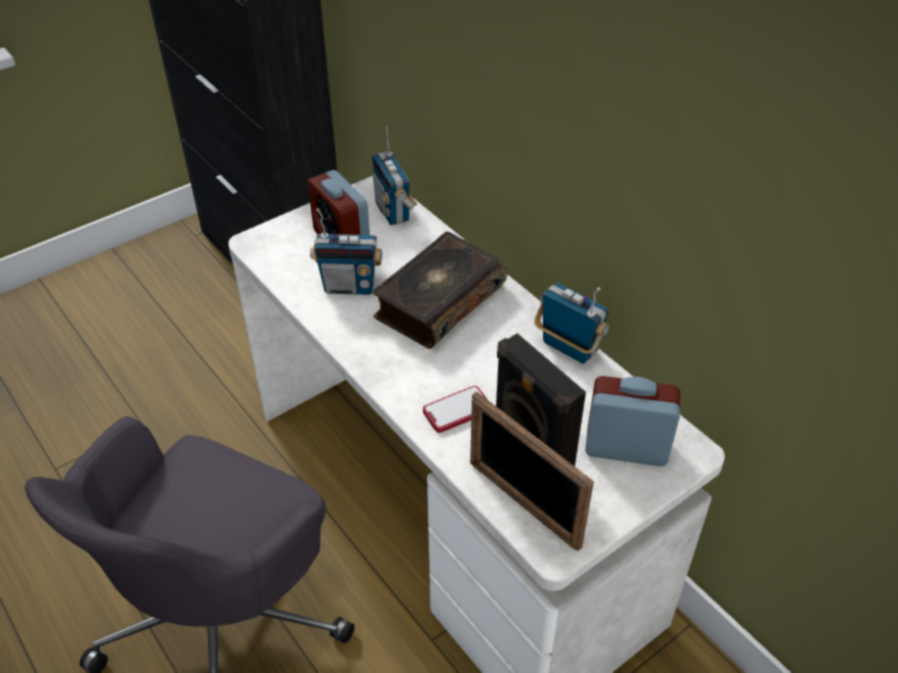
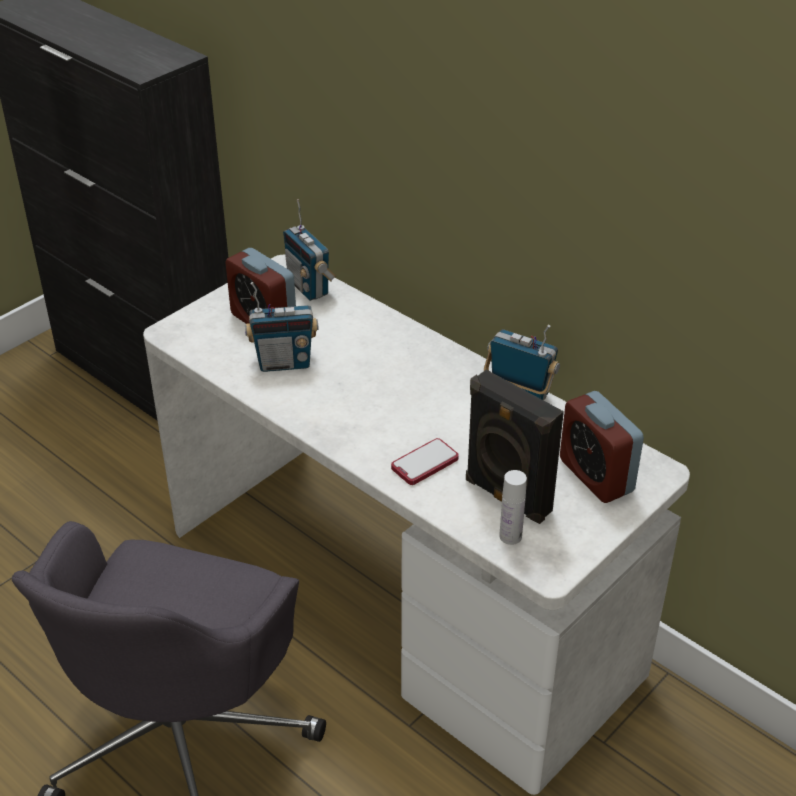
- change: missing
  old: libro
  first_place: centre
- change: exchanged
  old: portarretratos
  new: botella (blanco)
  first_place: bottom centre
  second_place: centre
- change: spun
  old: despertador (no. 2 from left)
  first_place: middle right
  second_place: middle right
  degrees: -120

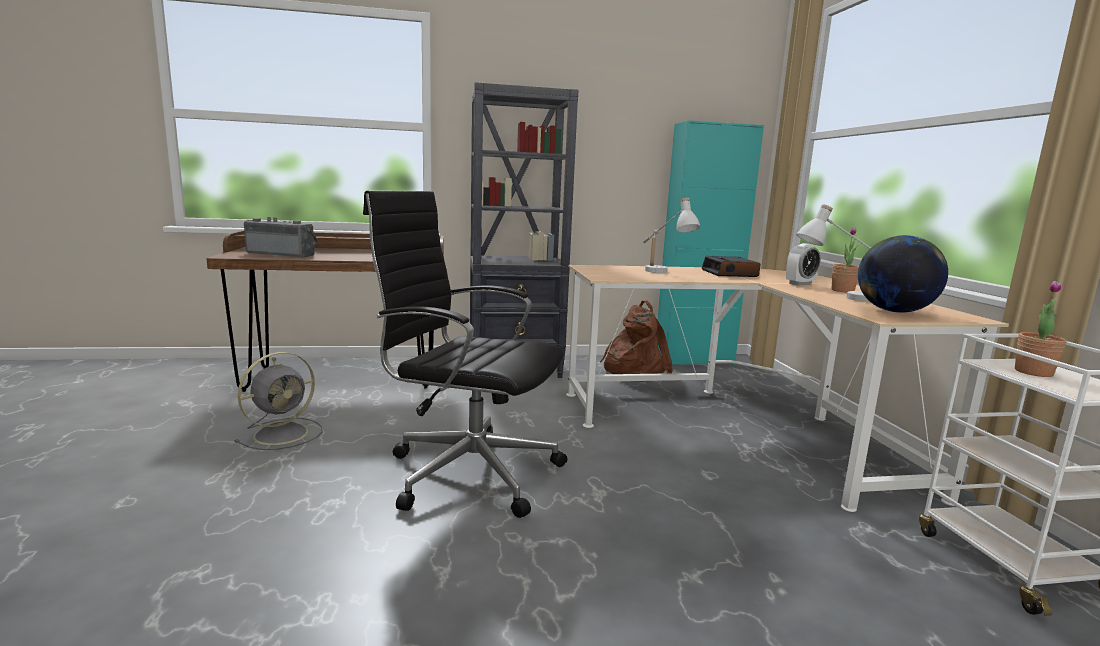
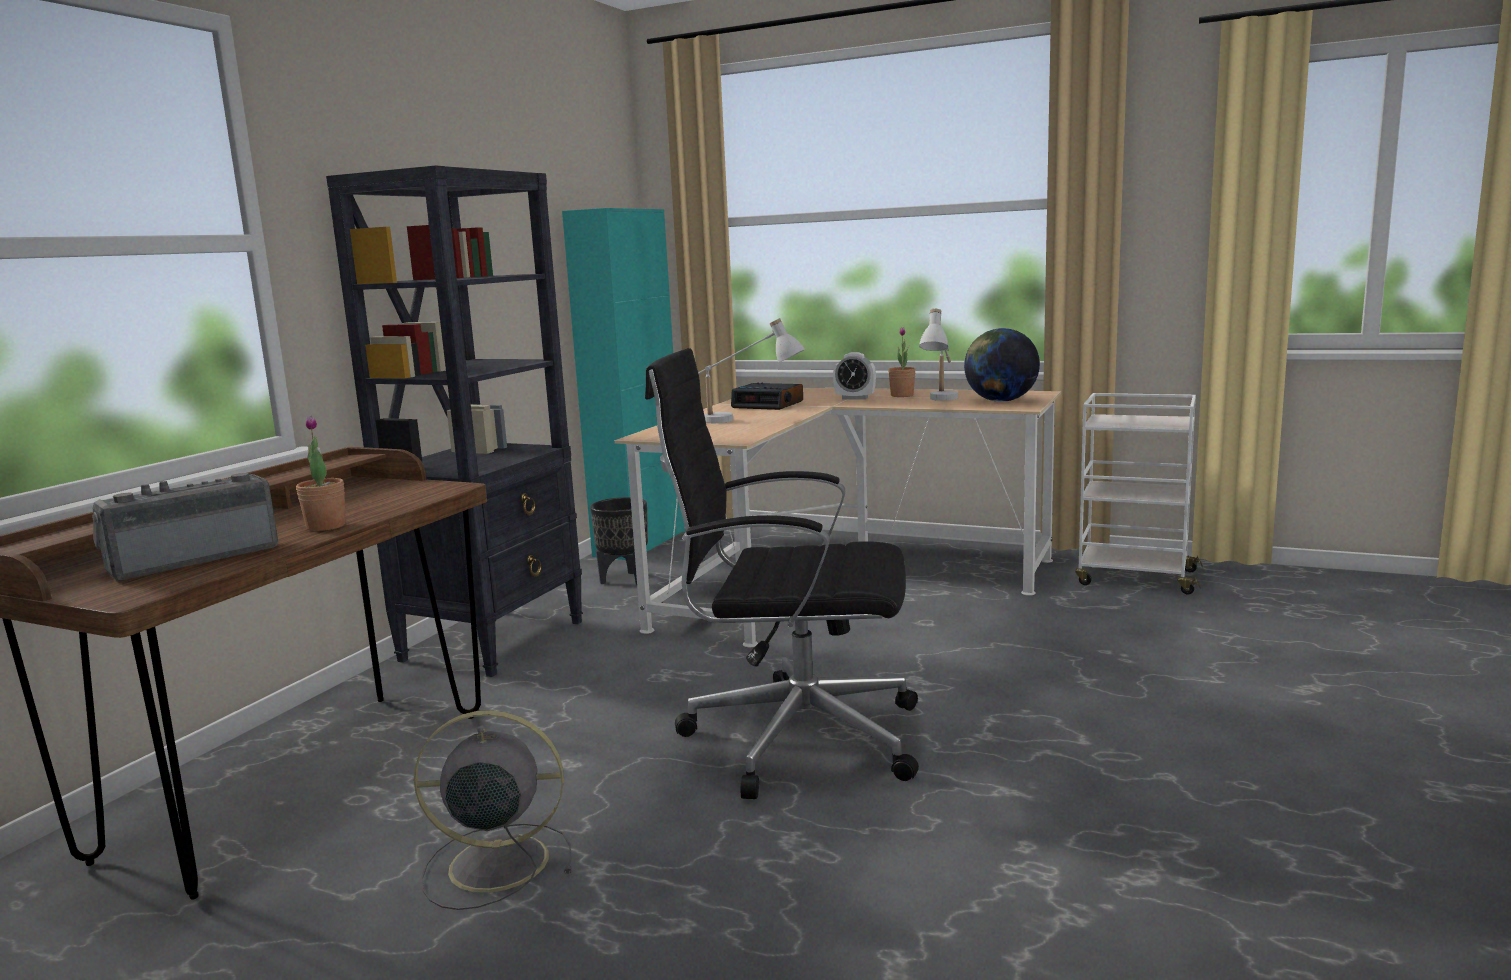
- change: relocated
  old: planta en maceta (no. 2 from left in the first image)
  new: planta en maceta (no. 1 from left)
  first_place: middle right
  second_place: middle left
- change: exchanged
  old: mochila (marrón)
  new: maceta (negro)
  first_place: centre
  second_place: centre
- change: spun
  old: ventilador (gris)
  first_place: middle left
  second_place: bottom left
  degrees: -75
- change: spun
  old: silla de oficina (negro)
  first_place: centre
  second_place: centre
  degrees: 45
- change: spun
  old: despertador (no. 2 from left)
  first_place: middle right
  second_place: centre
  degrees: 105

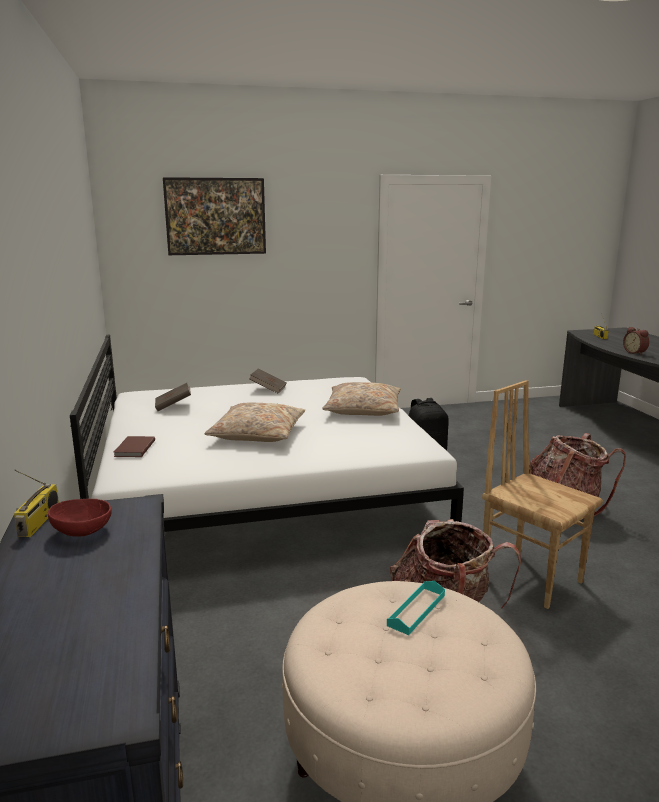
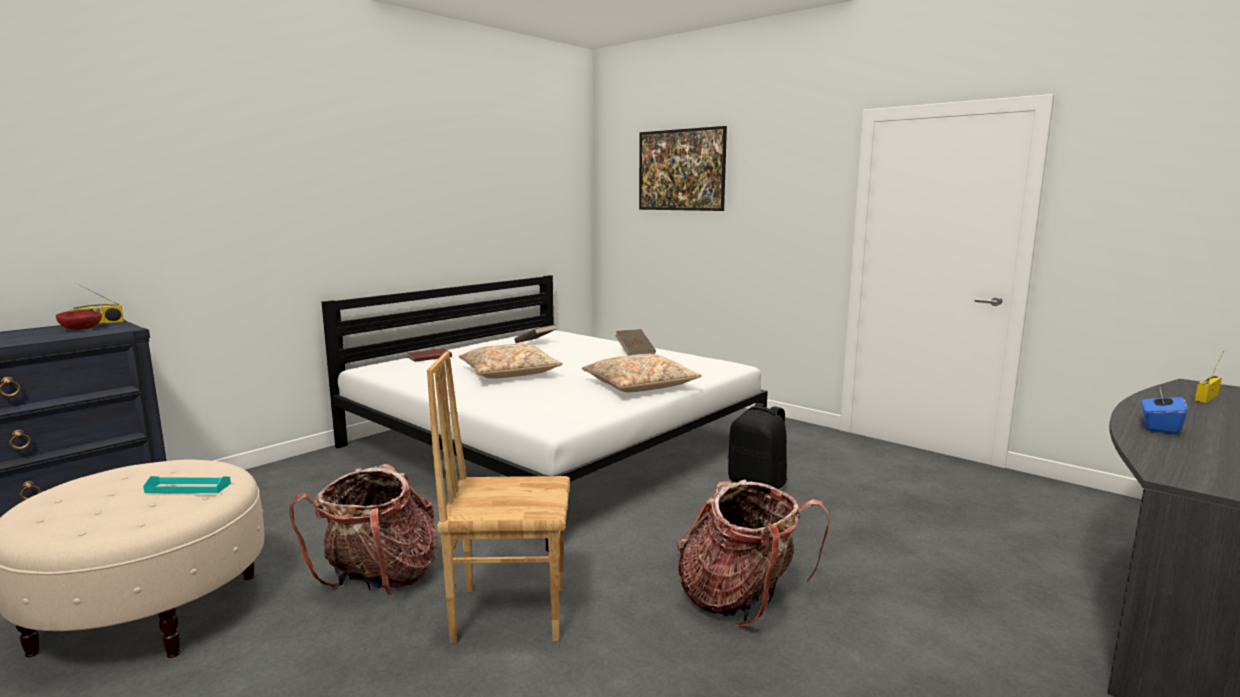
- change: exchanged
  old: despertador
  new: caja de pañuelos (azul)
  first_place: middle right
  second_place: middle right
- change: spun
  old: silla (marrón)
  first_place: middle right
  second_place: bottom centre
  degrees: -105

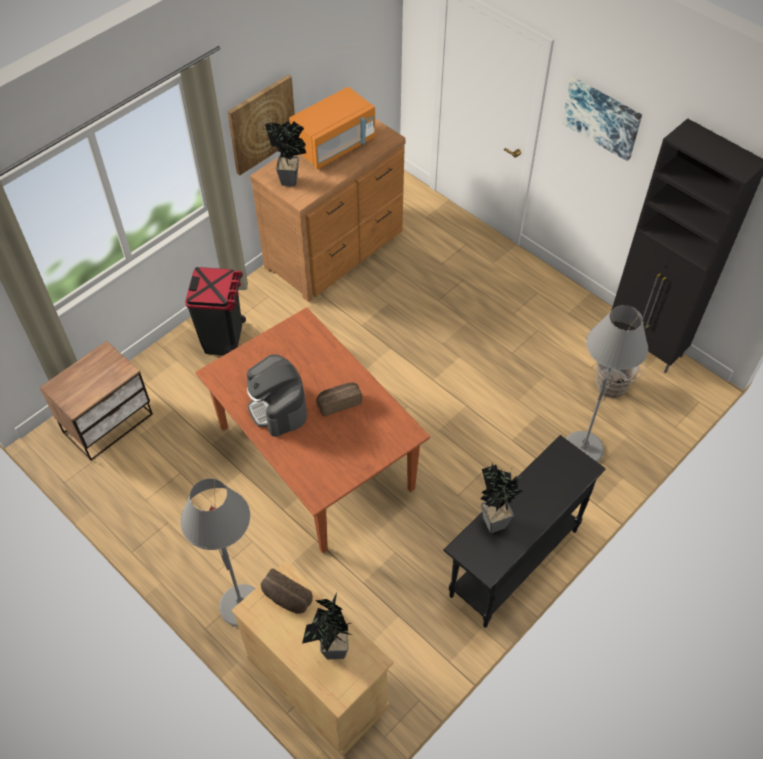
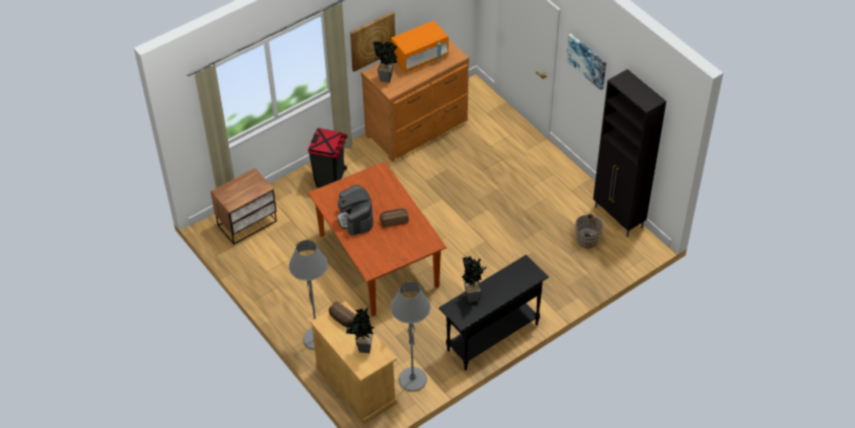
- change: relocated
  old: lámpara de pie (gris) (no. 2 from left)
  first_place: middle right
  second_place: bottom centre

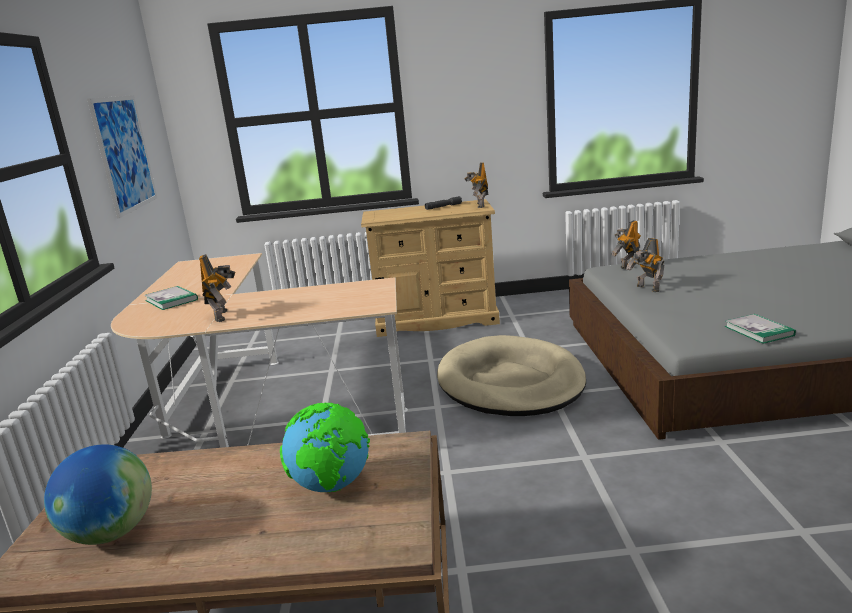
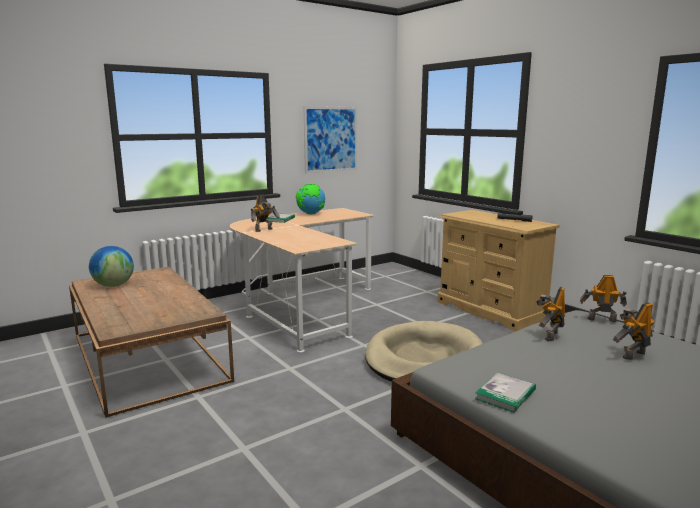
- change: relocated
  old: globo terráqueo (no. 2 from left)
  first_place: bottom centre
  second_place: centre
- change: relocated
  old: robot de juguete (no. 2 from left in the first image)
  new: robot de juguete (no. 4 from left)
  first_place: top centre
  second_place: middle right

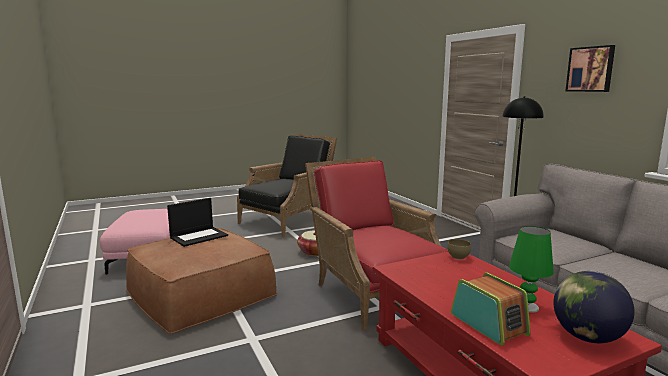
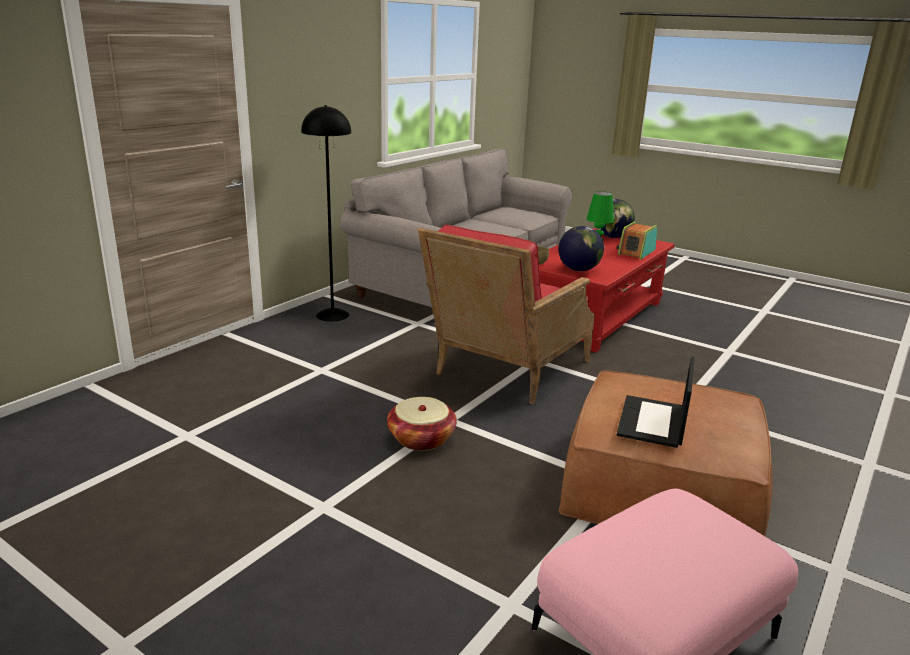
- change: missing
  old: sillón (negro)
  first_place: centre
- change: missing
  old: cuadro
  first_place: top right
- change: appeared
  new: globo terráqueo (no. 1 from left)
  second_place: centre
- change: spun
  old: portátil
  first_place: middle left
  second_place: middle right
  degrees: -90

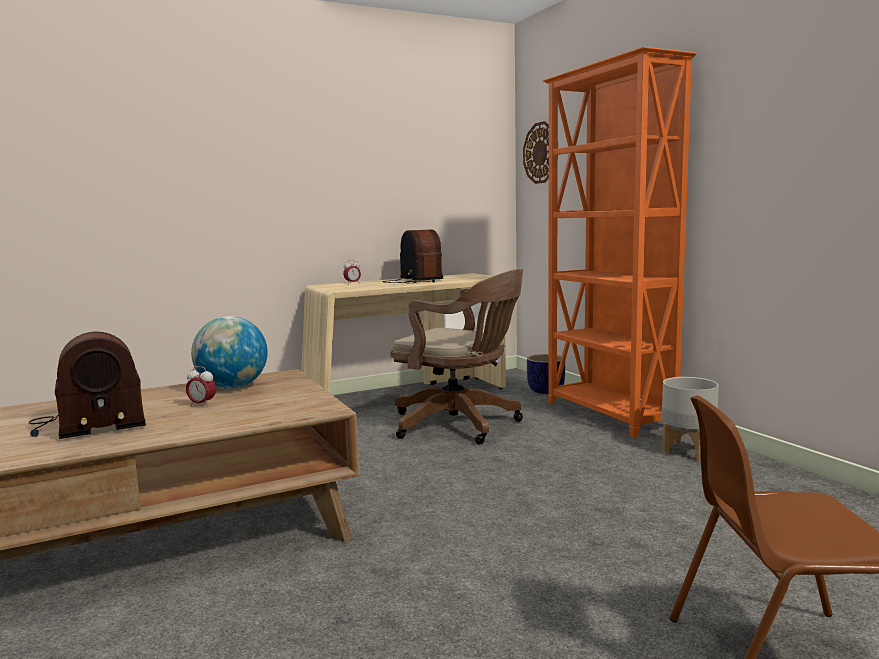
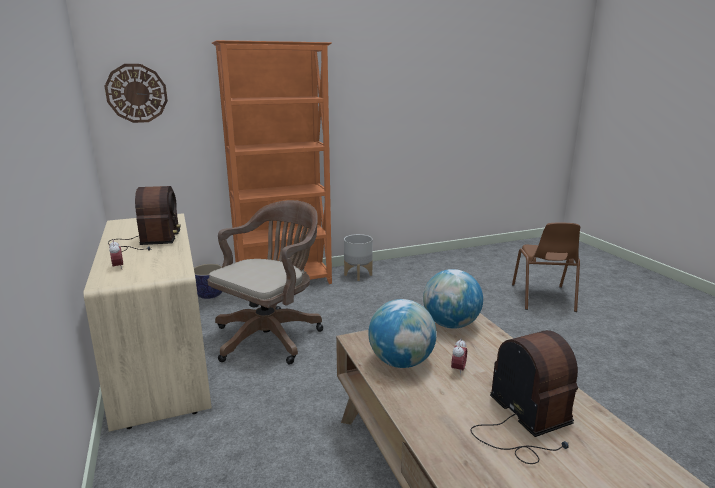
- change: appeared
  new: globo terráqueo (no. 2 from left)
  second_place: centre
- change: spun
  old: radio (no. 2 from left in the first image)
  first_place: centre
  second_place: middle left
  degrees: 105

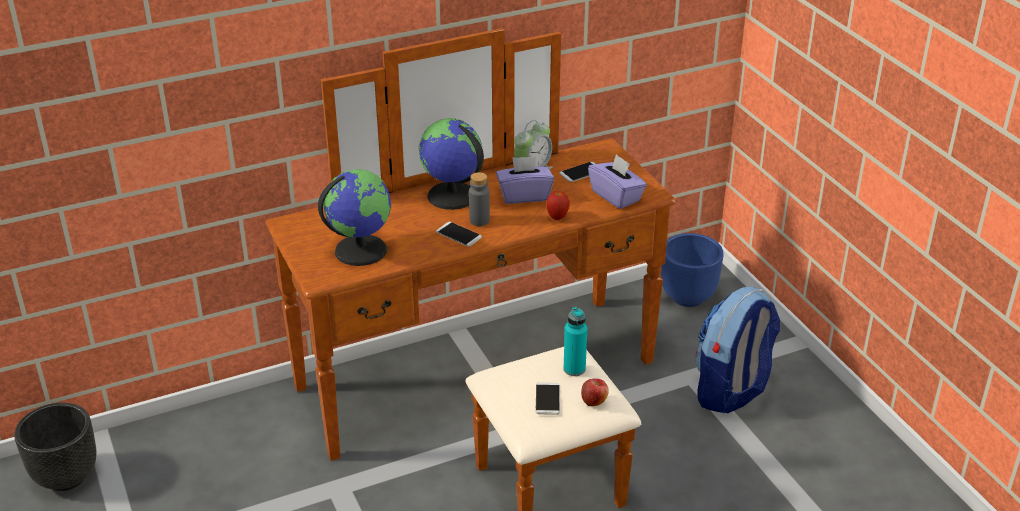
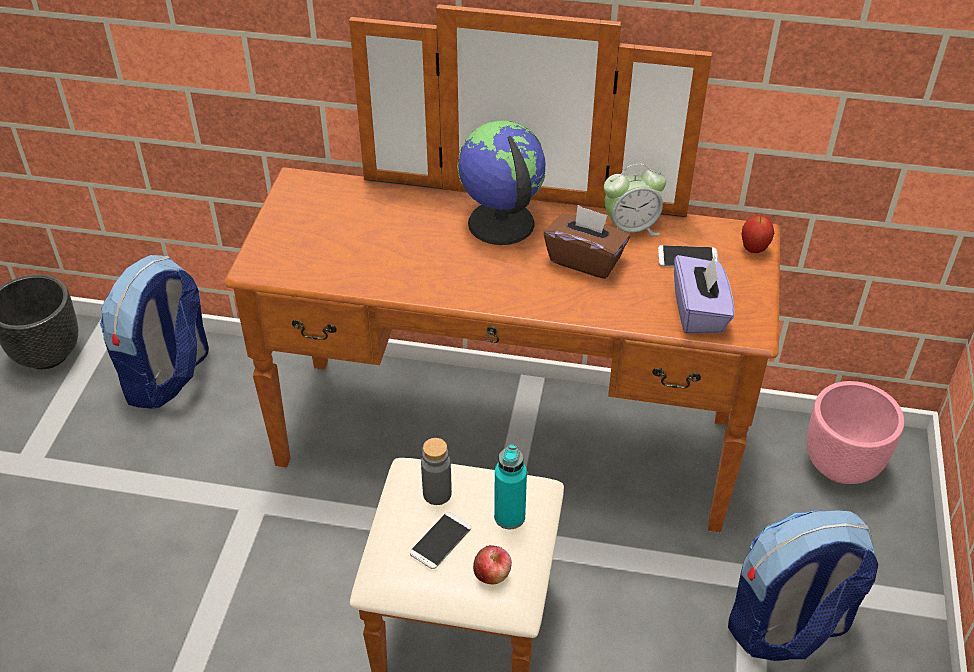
- change: missing
  old: globo terráqueo (no. 1 from left)
  first_place: centre
- change: missing
  old: móvil (no. 1 from left)
  first_place: centre
- change: appeared
  new: mochila (no. 1 from left)
  second_place: middle left
- change: relocated
  old: botella (gris)
  first_place: centre
  second_place: bottom centre
- change: relocated
  old: manzana (no. 1 from left in the first image)
  new: manzana (no. 2 from left)
  first_place: centre
  second_place: middle right
- change: colour
  old: caja de pañuelos (morado) (no. 1 from left)
  new: caja de pañuelos (marrón)
  first_place: centre
  second_place: centre
- change: colour
  old: maceta (azul)
  new: maceta (rosa)
  first_place: middle right
  second_place: middle right

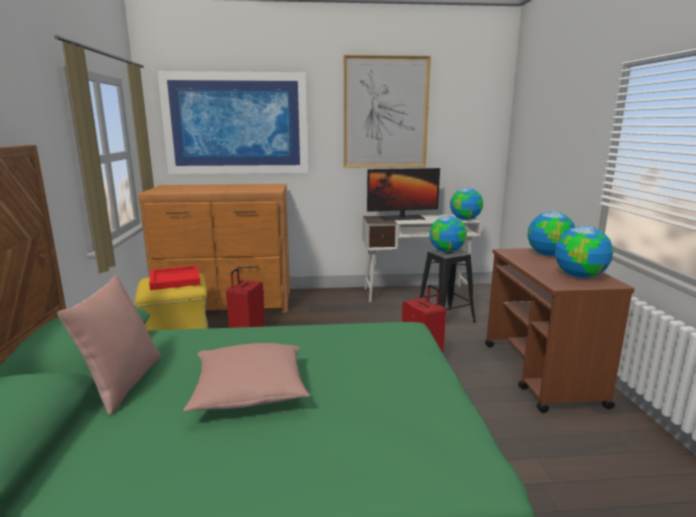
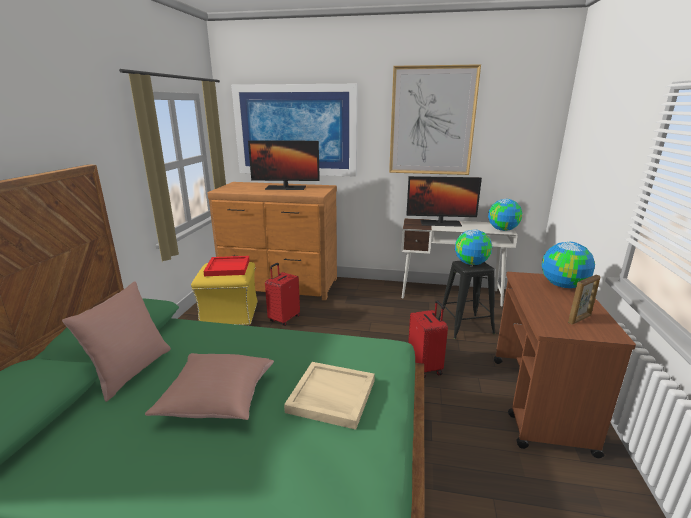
- change: appeared
  new: monitor (no. 1 from left)
  second_place: top centre
- change: appeared
  new: bandeja (beis)
  second_place: bottom centre
- change: exchanged
  old: globo terráqueo (no. 4 from left)
  new: portarretratos
  first_place: middle right
  second_place: middle right

